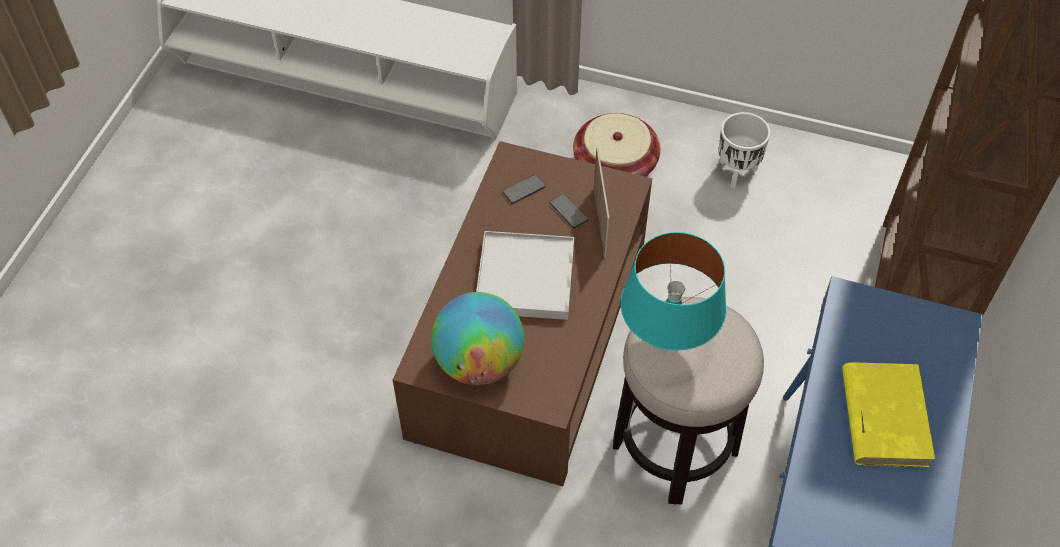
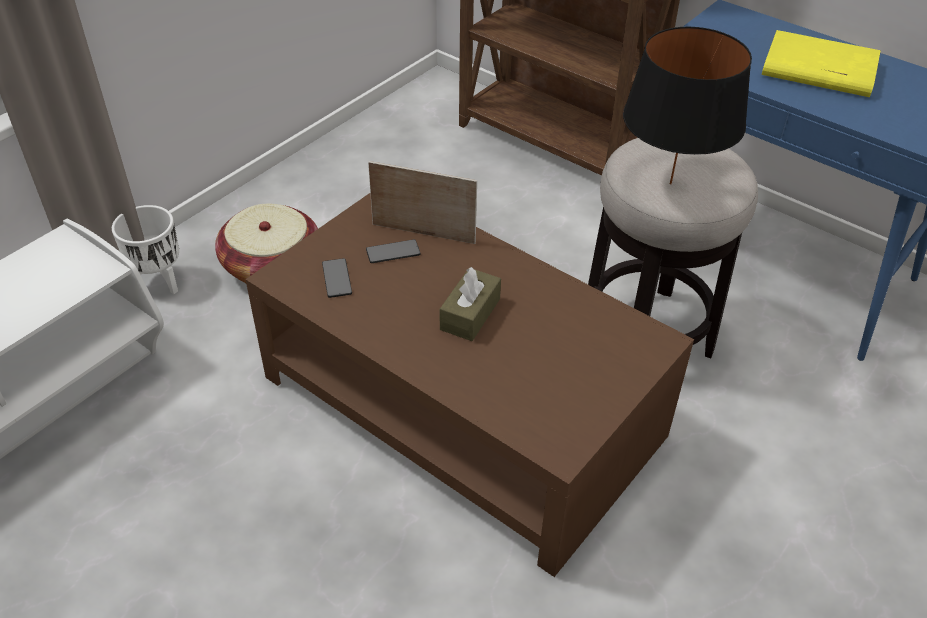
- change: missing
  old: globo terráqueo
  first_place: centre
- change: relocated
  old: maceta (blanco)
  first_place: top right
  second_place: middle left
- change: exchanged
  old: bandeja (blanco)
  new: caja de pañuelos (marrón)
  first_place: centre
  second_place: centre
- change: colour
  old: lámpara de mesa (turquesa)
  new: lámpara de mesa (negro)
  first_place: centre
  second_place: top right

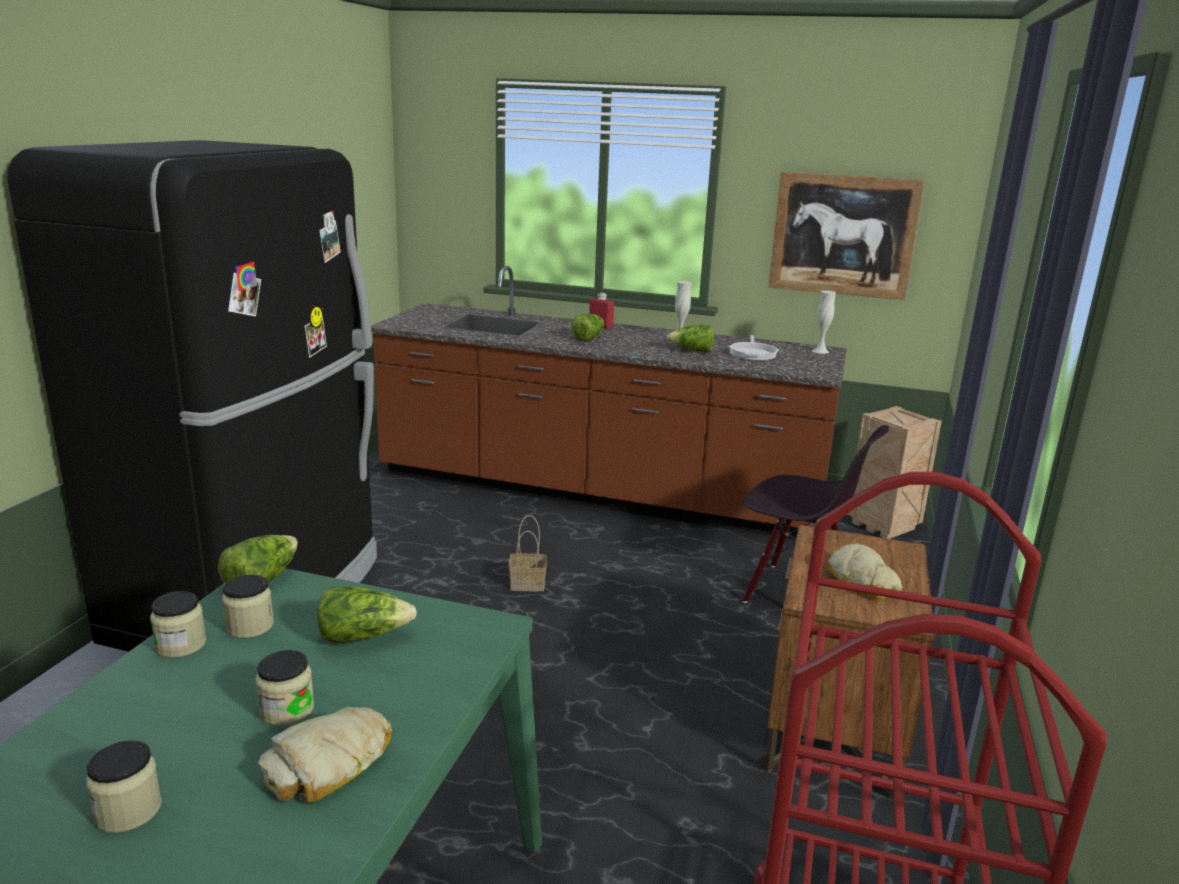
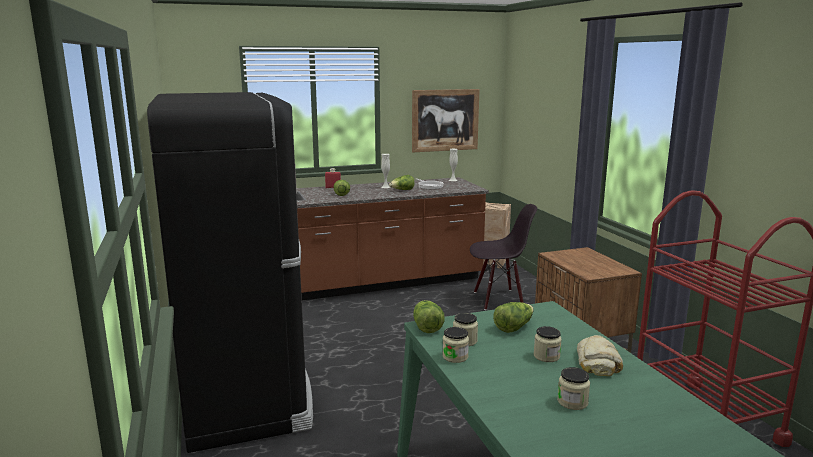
- change: missing
  old: cesta
  first_place: centre
- change: missing
  old: pan (no. 2 from left)
  first_place: middle right

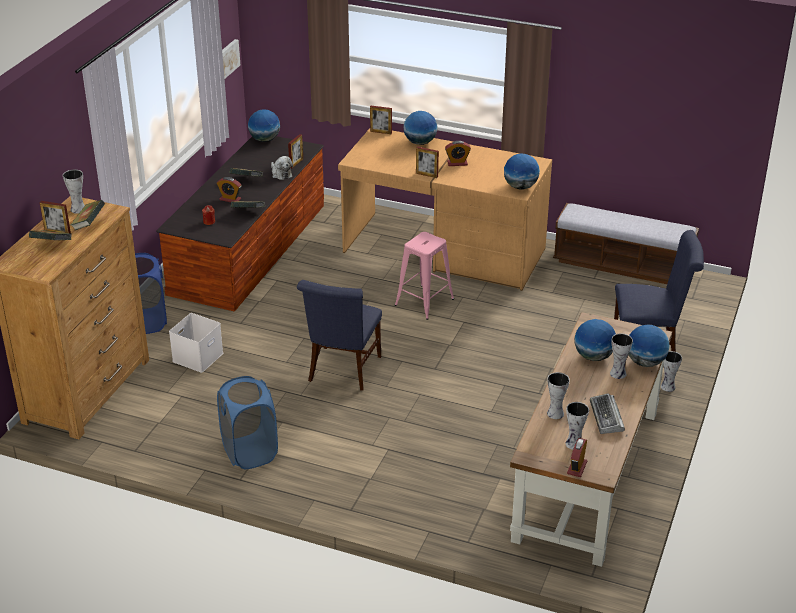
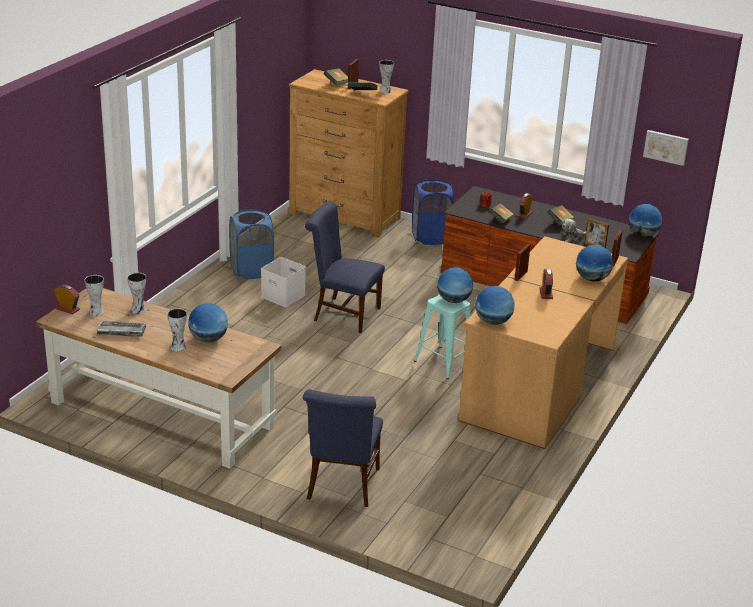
- change: missing
  old: banco
  first_place: middle right
- change: missing
  old: florero (no. 5 from left)
  first_place: middle right
- change: relocated
  old: caja de almacenaje (blanco)
  first_place: middle left
  second_place: centre
- change: relocated
  old: globo terráqueo (no. 5 from left in the first image)
  new: globo terráqueo (no. 2 from left)
  first_place: middle right
  second_place: centre
- change: colour
  old: taburete (rosa)
  new: taburete (turquesa)
  first_place: centre
  second_place: centre

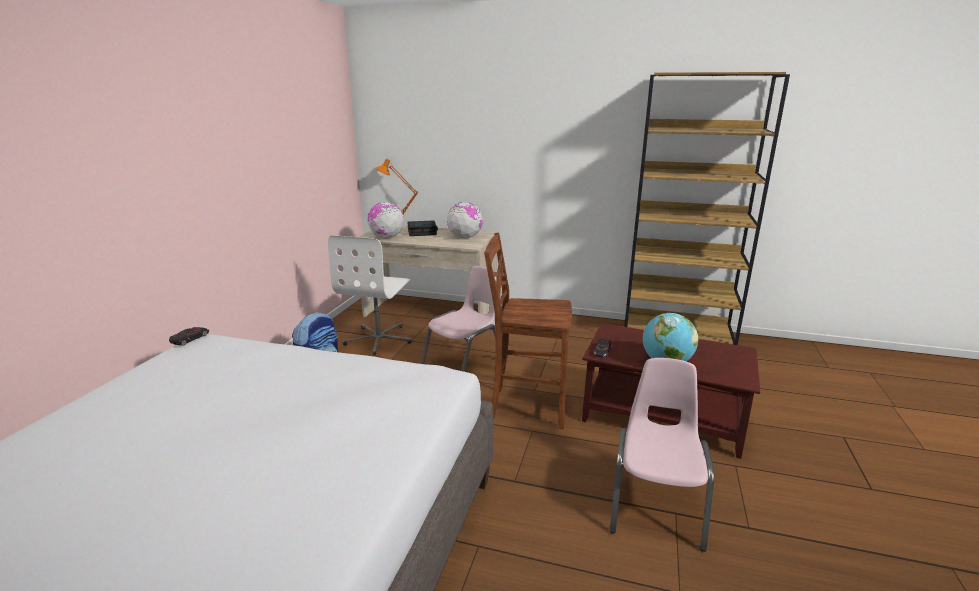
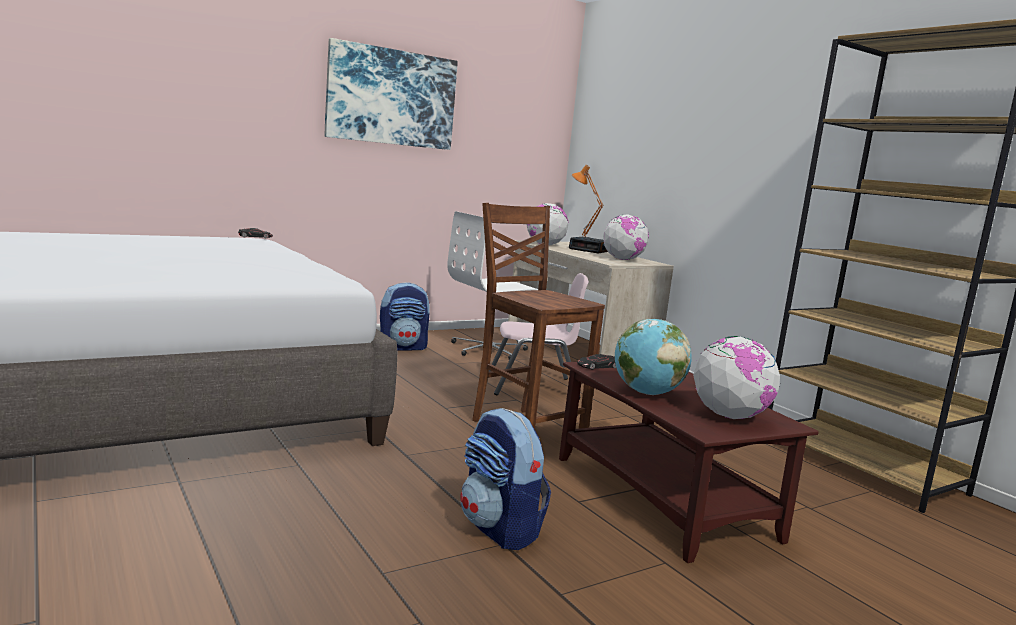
- change: appeared
  new: cuadro
  second_place: top centre
- change: appeared
  new: globo terráqueo (no. 4 from left)
  second_place: middle right
- change: exchanged
  old: silla (rosa) (no. 2 from left)
  new: mochila (no. 2 from left)
  first_place: bottom right
  second_place: bottom centre

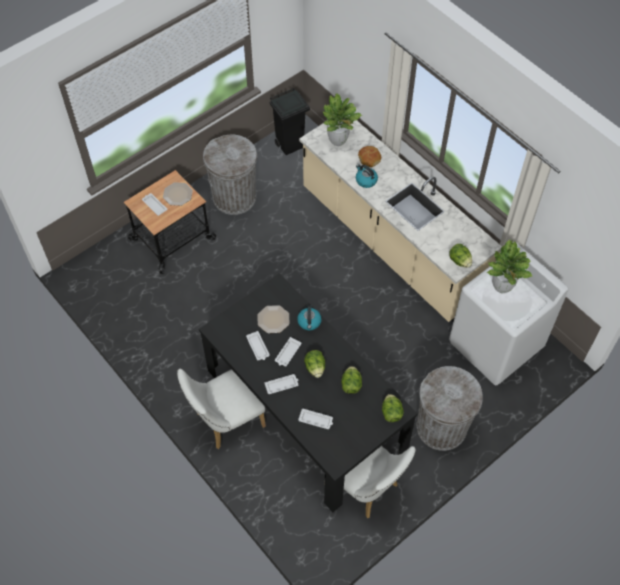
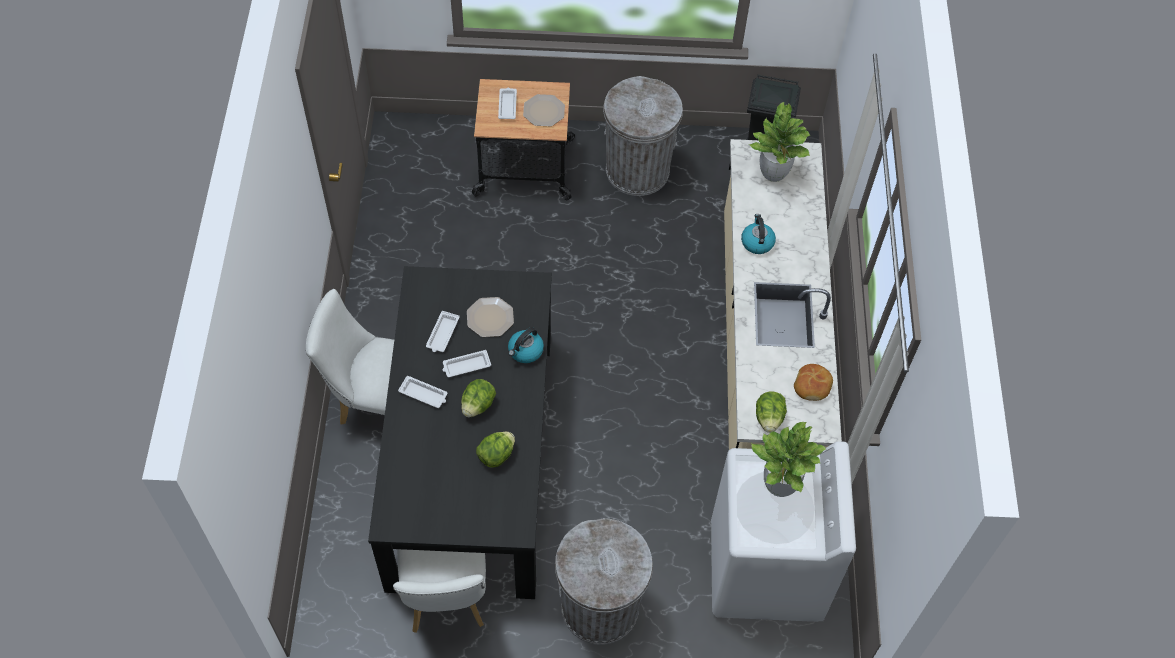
- change: missing
  old: bandeja (blanco) (no. 5 from left)
  first_place: bottom centre
- change: missing
  old: lechuga (no. 3 from left)
  first_place: bottom centre
- change: relocated
  old: pan
  first_place: top centre
  second_place: middle right

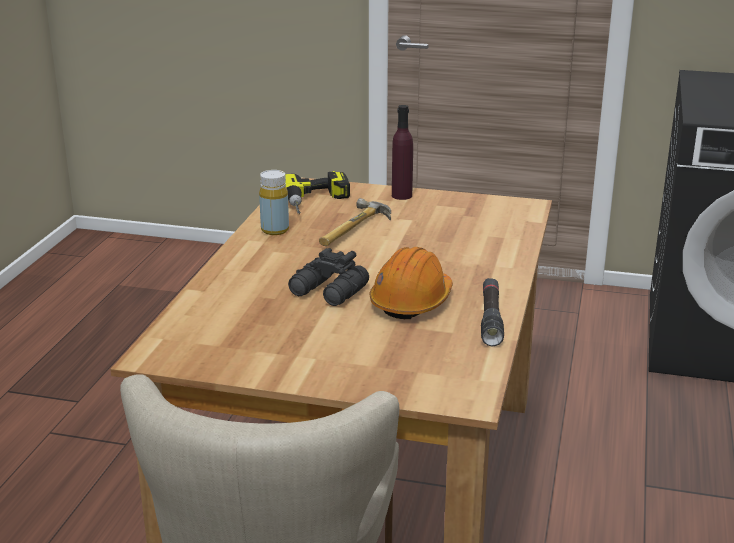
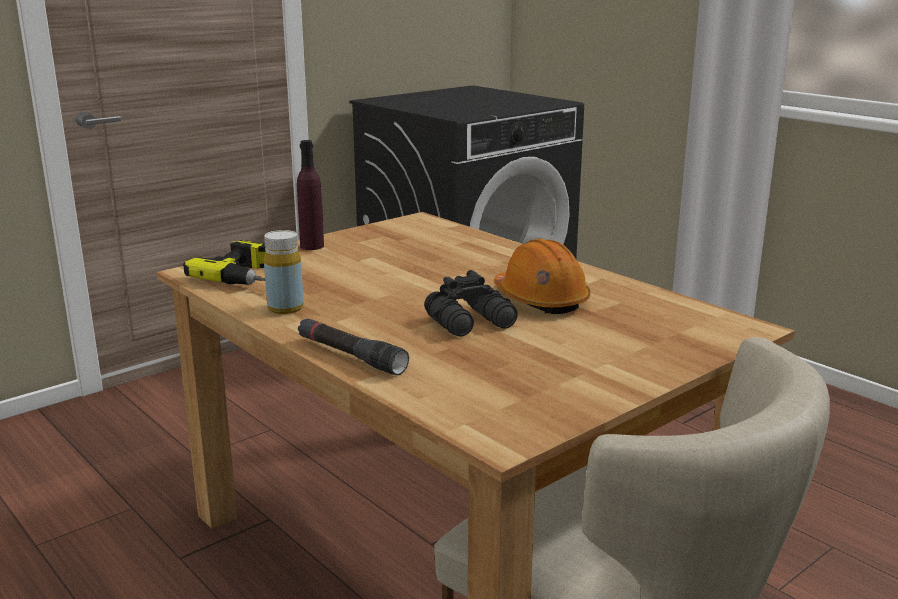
- change: missing
  old: martillo
  first_place: centre
- change: relocated
  old: linterna (negro)
  first_place: middle right
  second_place: centre

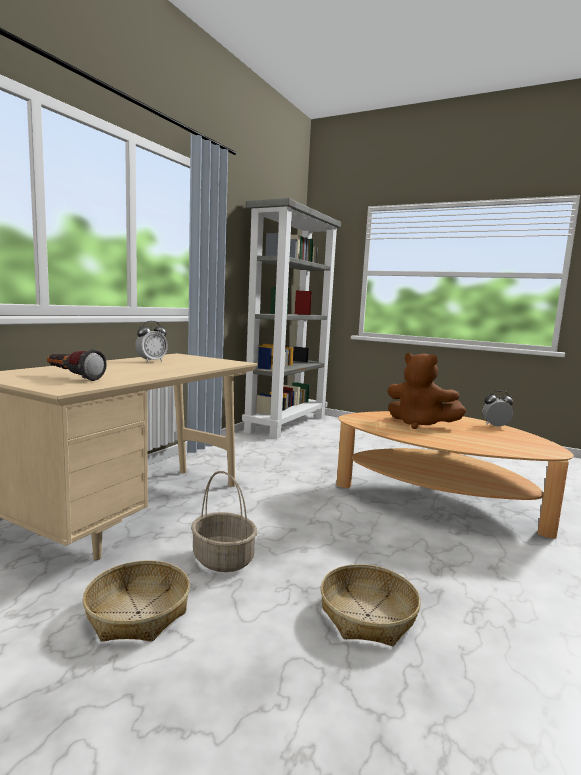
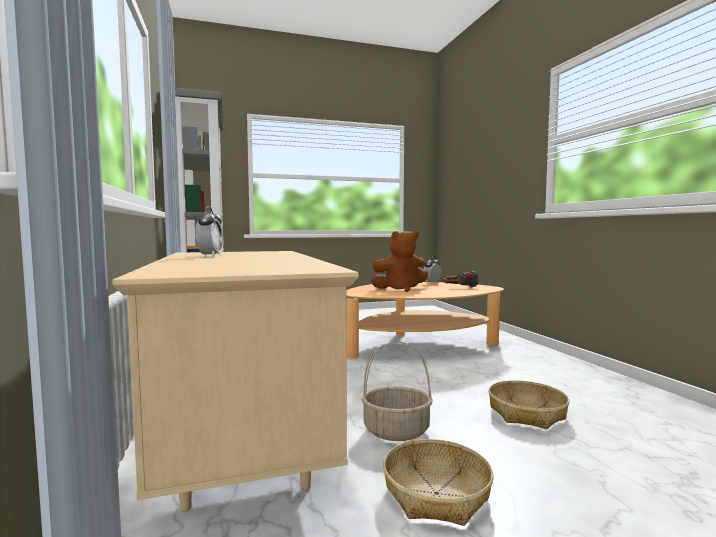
- change: relocated
  old: linterna
  first_place: middle left
  second_place: centre

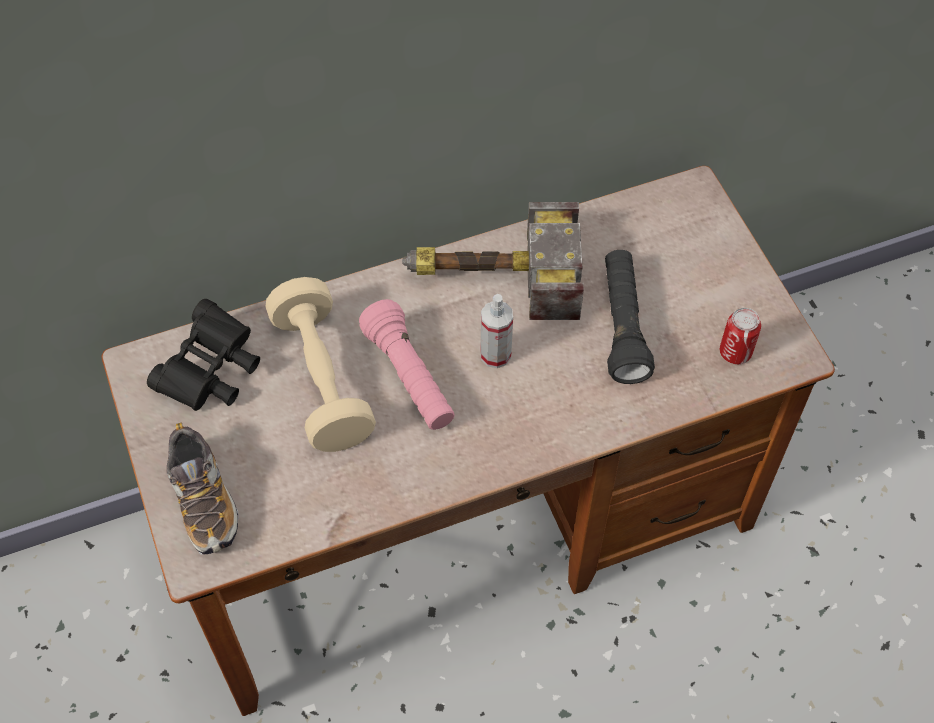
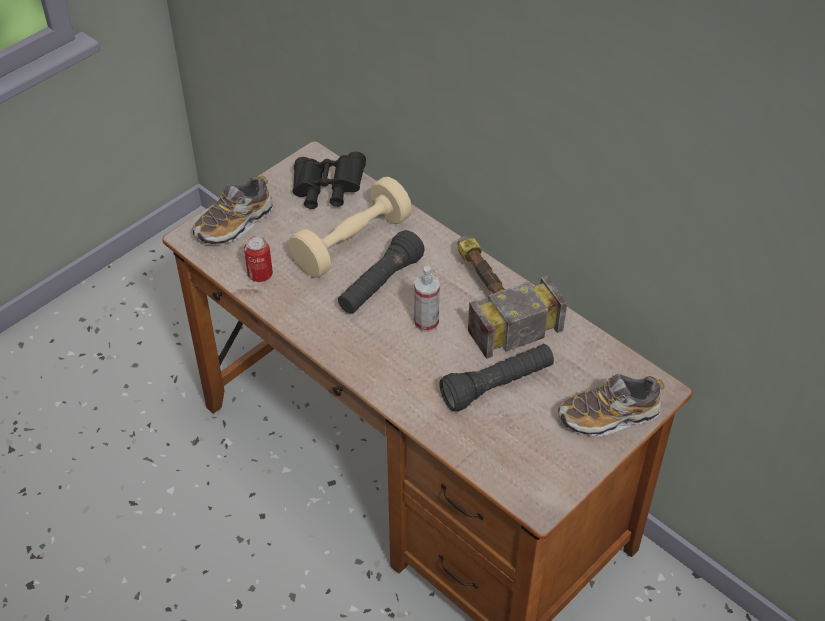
- change: appeared
  new: zapato (no. 2 from left)
  second_place: middle right
- change: relocated
  old: lata
  first_place: middle right
  second_place: middle left
- change: colour
  old: linterna (rosa)
  new: linterna (negro) (no. 1 from left)
  first_place: centre
  second_place: centre

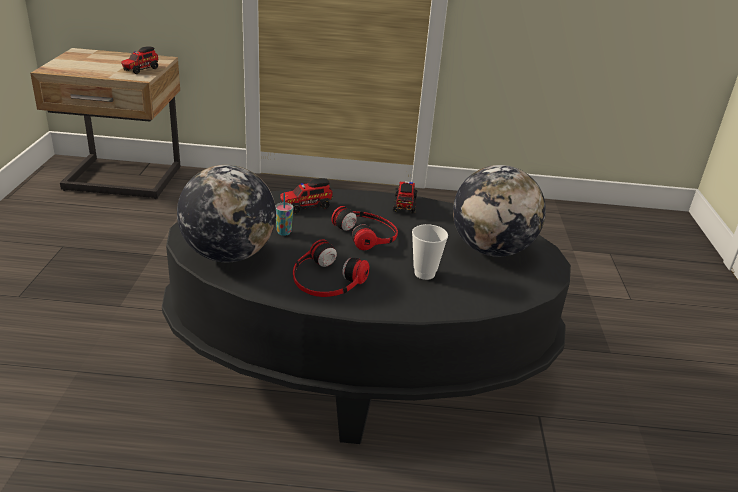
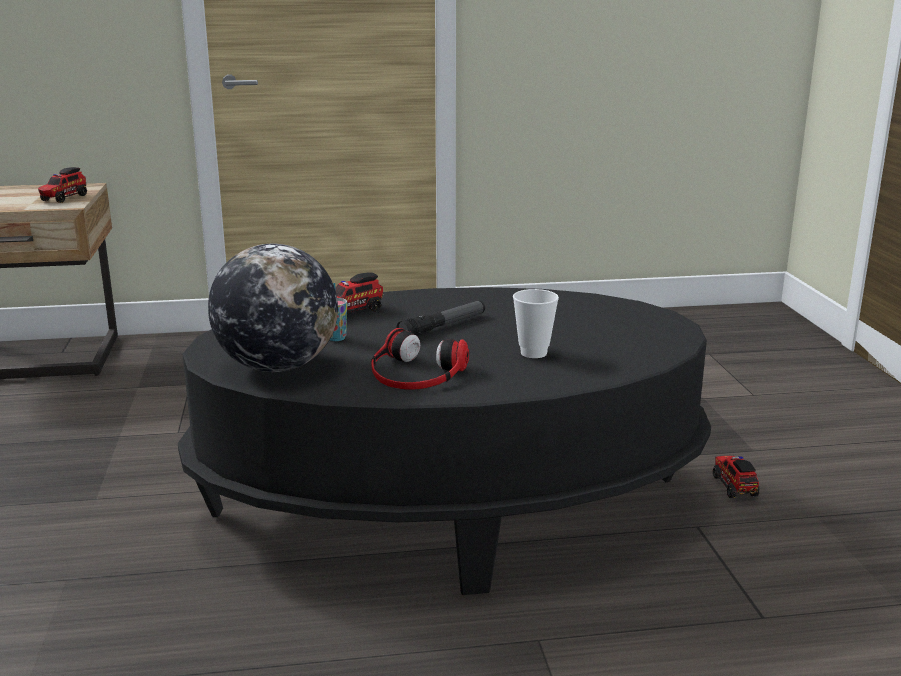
- change: missing
  old: globo terráqueo (no. 2 from left)
  first_place: middle right
- change: relocated
  old: camión de juguete (no. 3 from left)
  first_place: centre
  second_place: bottom right
- change: exchanged
  old: auriculares (no. 2 from left)
  new: linterna
  first_place: centre
  second_place: centre

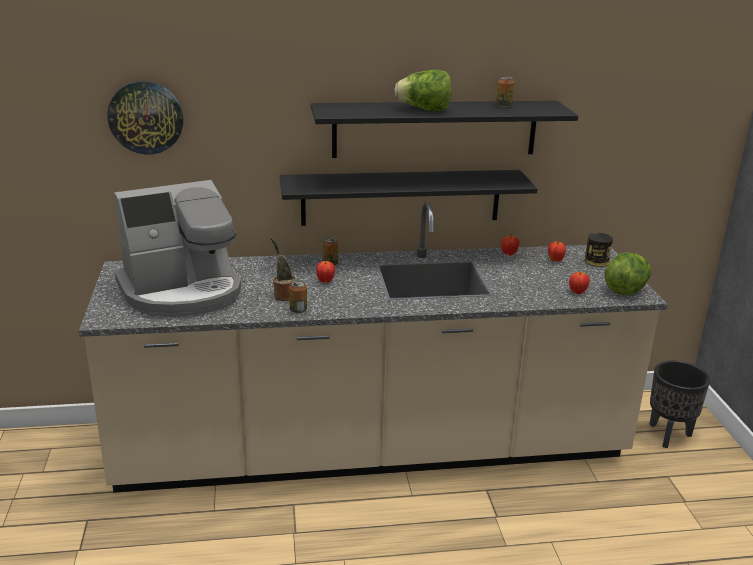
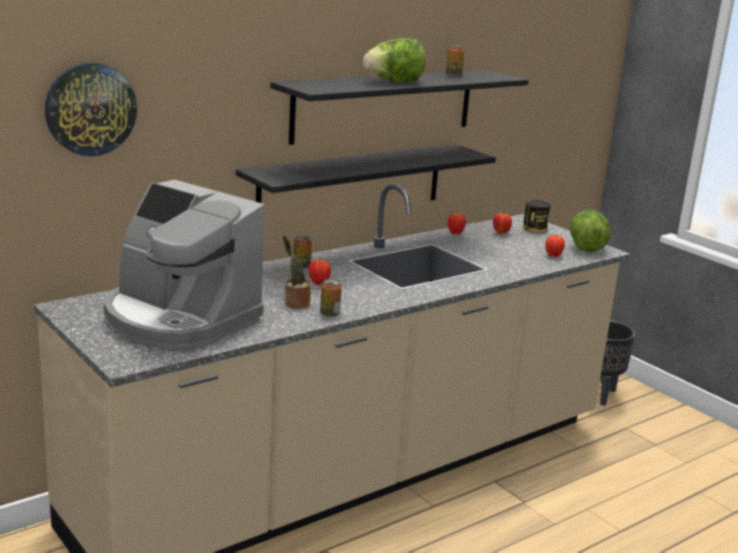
- change: spun
  old: cafetera
  first_place: middle left
  second_place: middle left
  degrees: 90

